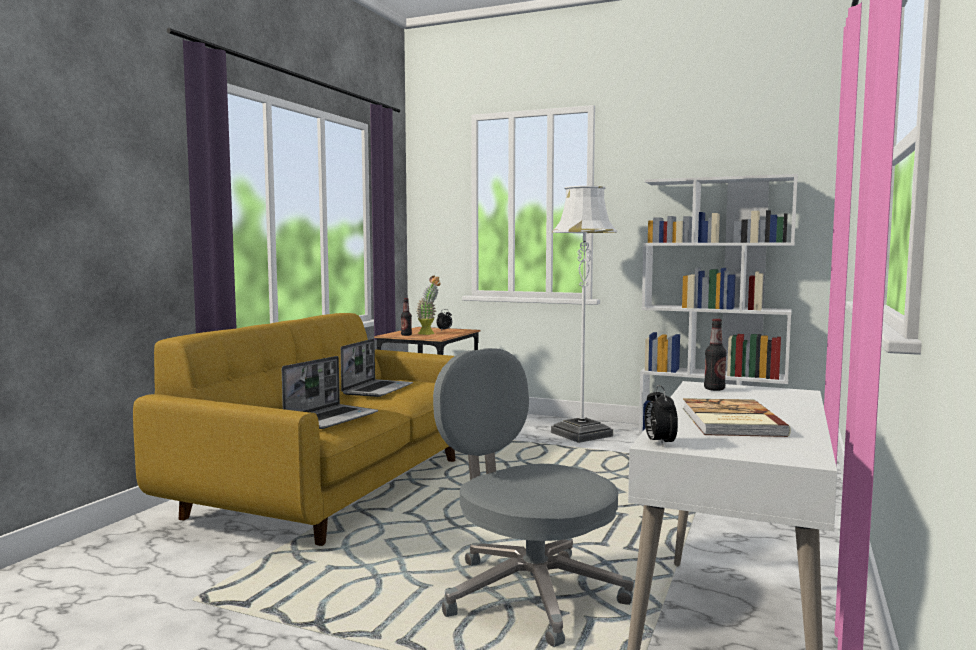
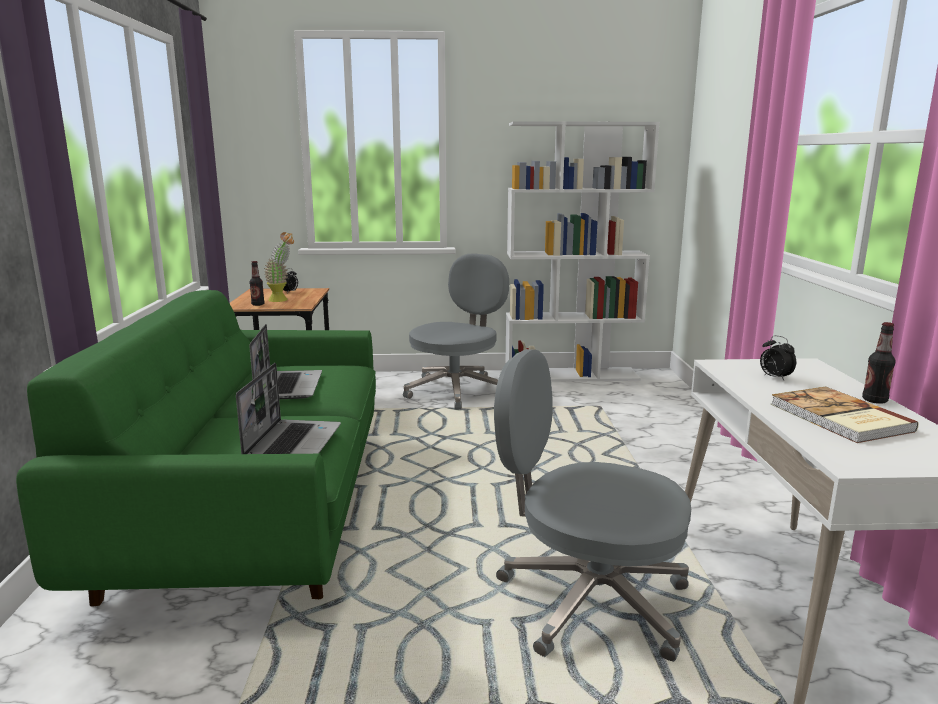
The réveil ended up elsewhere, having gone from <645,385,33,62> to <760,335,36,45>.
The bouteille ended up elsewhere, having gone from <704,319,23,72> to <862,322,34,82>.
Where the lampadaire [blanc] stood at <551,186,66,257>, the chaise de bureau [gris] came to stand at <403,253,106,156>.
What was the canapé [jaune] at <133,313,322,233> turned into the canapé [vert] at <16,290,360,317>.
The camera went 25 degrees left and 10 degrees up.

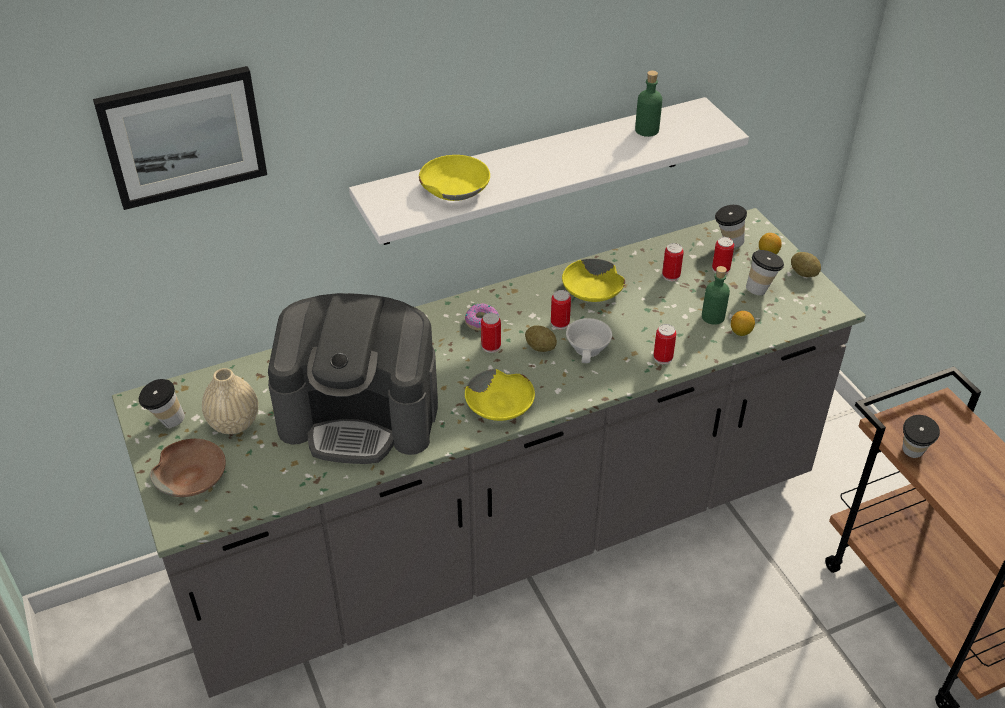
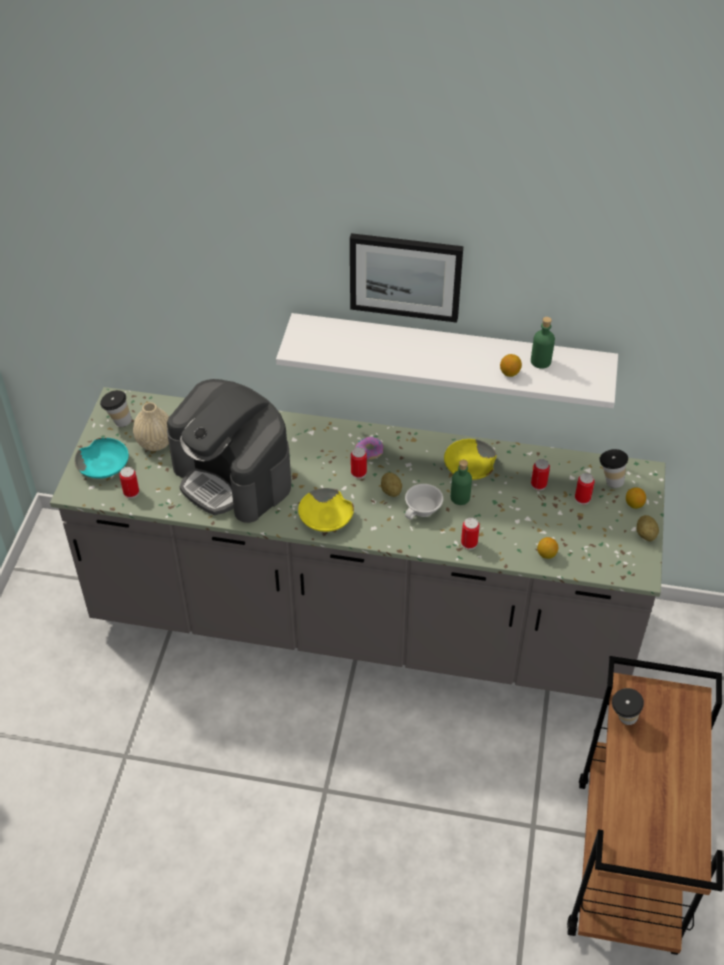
The second view lost the bol [jaune] at <419,155,71,46>.
The second view lost the tasse at <746,250,38,45>.
The second view gained the citron at <500,354,22,23>.
The tableau ended up elsewhere, having gone from <93,66,174,144> to <350,233,113,90>.
The boîte métallique ended up elsewhere, having gone from <551,290,20,40> to <119,467,20,31>.
The bouteille [vert] ended up elsewhere, having gone from <702,266,28,59> to <451,460,21,45>.
What was the bol [marron] at <150,439,76,58> turned into the bol [turquoise] at <74,438,55,41>.
The camera went 35 degrees right and 5 degrees up.

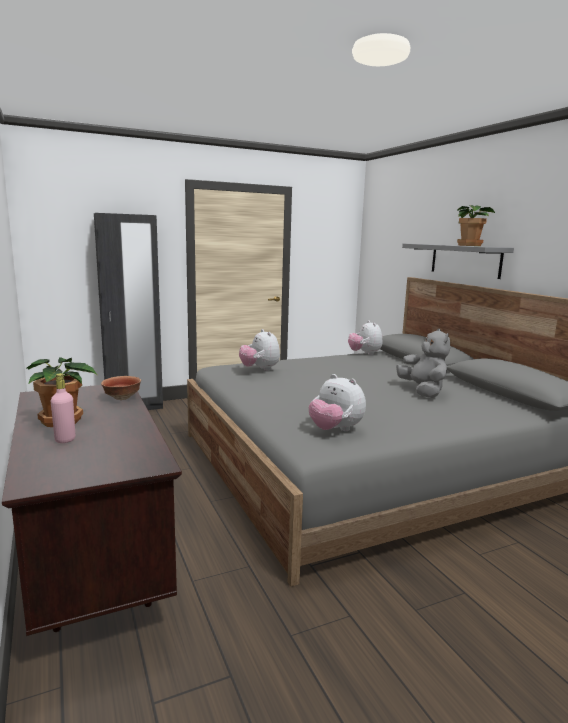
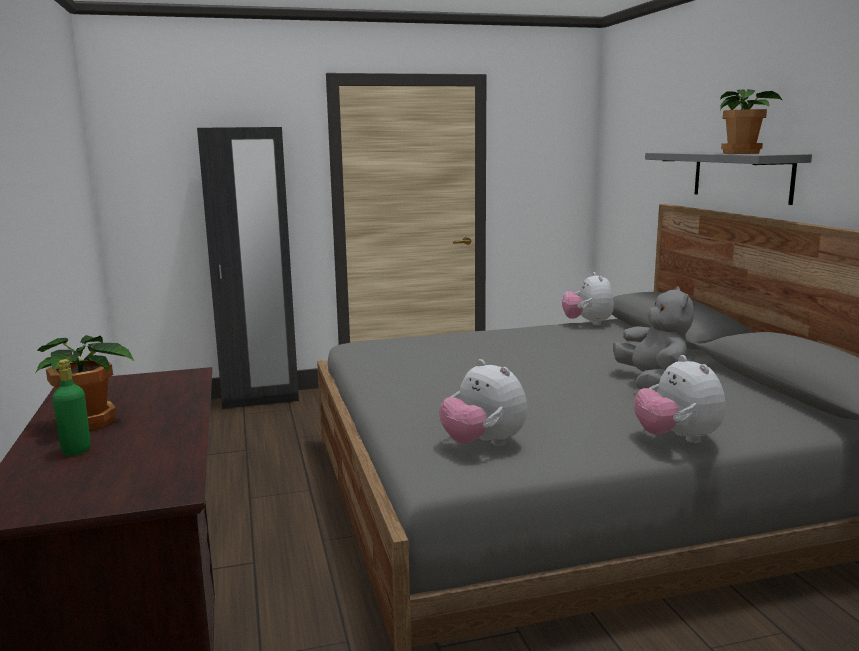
The second view lost the bol at <101,376,40,24>.
The peluche ended up elsewhere, having gone from <239,329,41,42> to <634,355,91,88>.
What was the bouteille [rose] at <51,373,24,70> turned into the bouteille [vert] at <52,359,39,97>.
The camera went 10 degrees right and 0 degrees up.

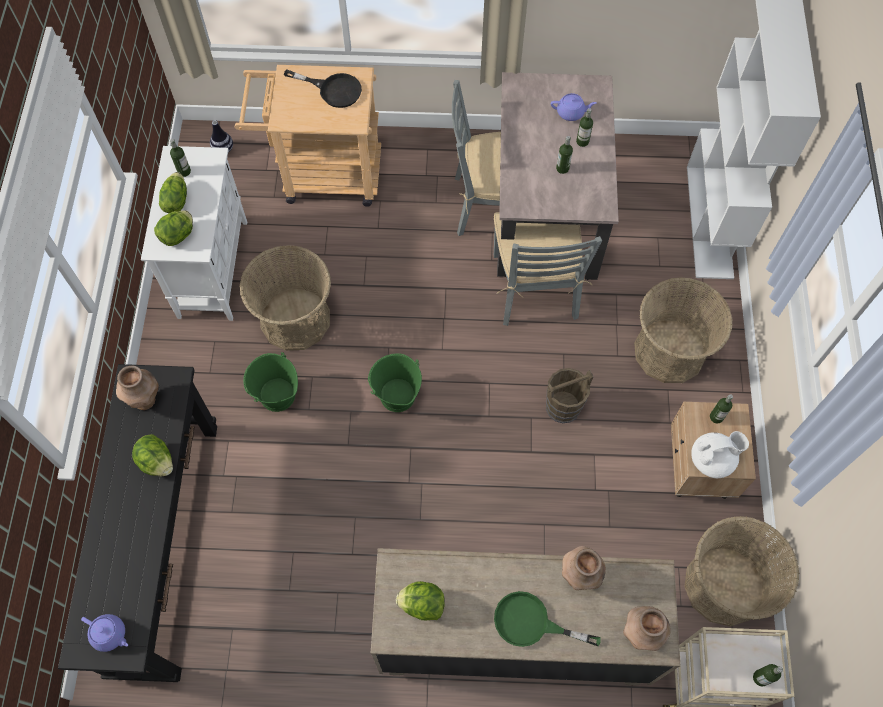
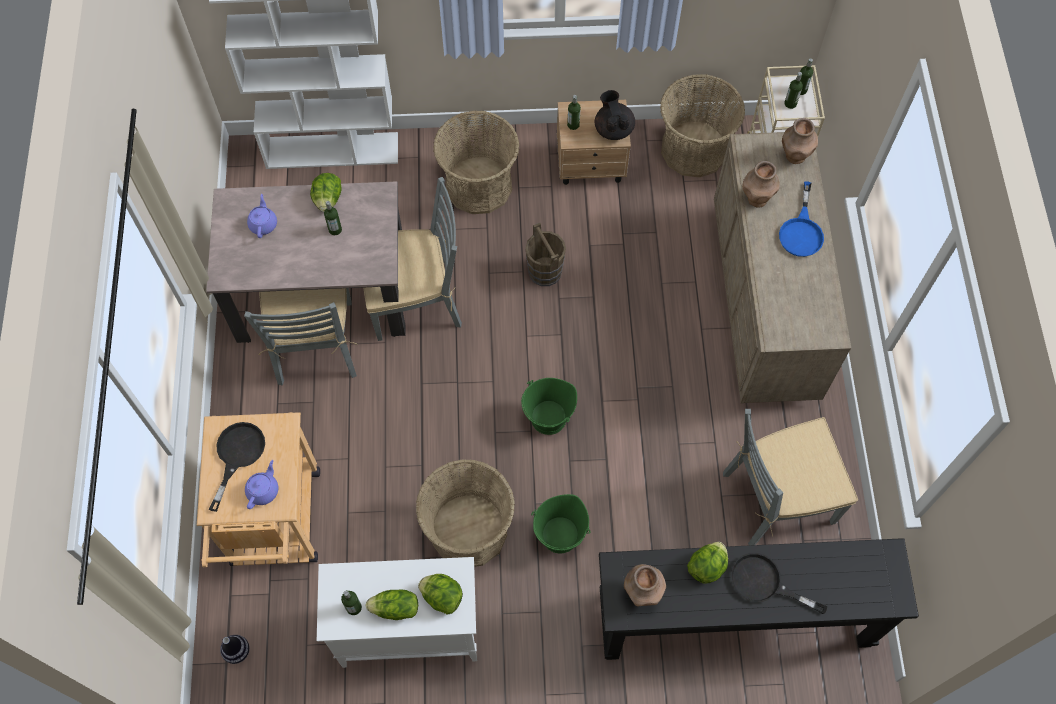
The second view gained the chaise [gris] at <723,409,135,136>.
The second view gained the poêle [noir] at <730,553,97,61>.
The théière [violet] ended up elsewhere, having gone from <81,614,47,38> to <245,460,34,49>.
The laitue ended up elsewhere, having gone from <396,581,49,39> to <310,173,31,39>.
The bouteille ended up elsewhere, having gone from <576,108,17,39> to <784,72,19,37>.
What was the poêle [vert] at <494,591,107,56> turned into the poêle [bleu] at <779,181,45,76>.
What was the théière [blanc] at <691,431,58,47> turned into the théière [noir] at <595,90,40,50>.
The camera went 95 degrees left and 0 degrees up.

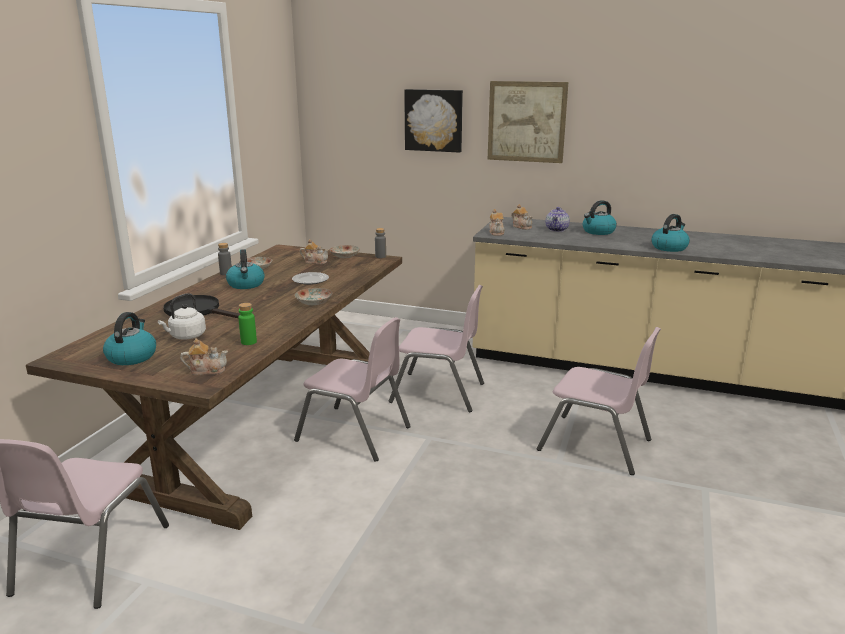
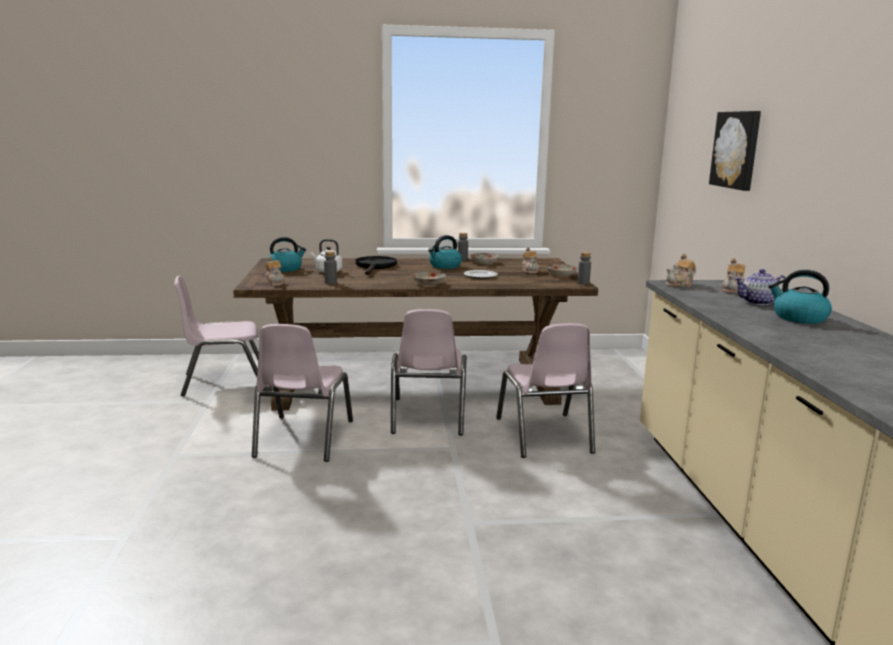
The second view lost the tableau at <488,81,80,82>.
The second view lost the bouilloire at <652,214,38,38>.
The chaise [rose] ended up elsewhere, having gone from <537,327,124,148> to <252,324,101,138>.
What was the bouteille [vert] at <238,303,19,42> turned into the bouteille [gris] at <324,251,13,33>.
The camera went 65 degrees right and 5 degrees down.

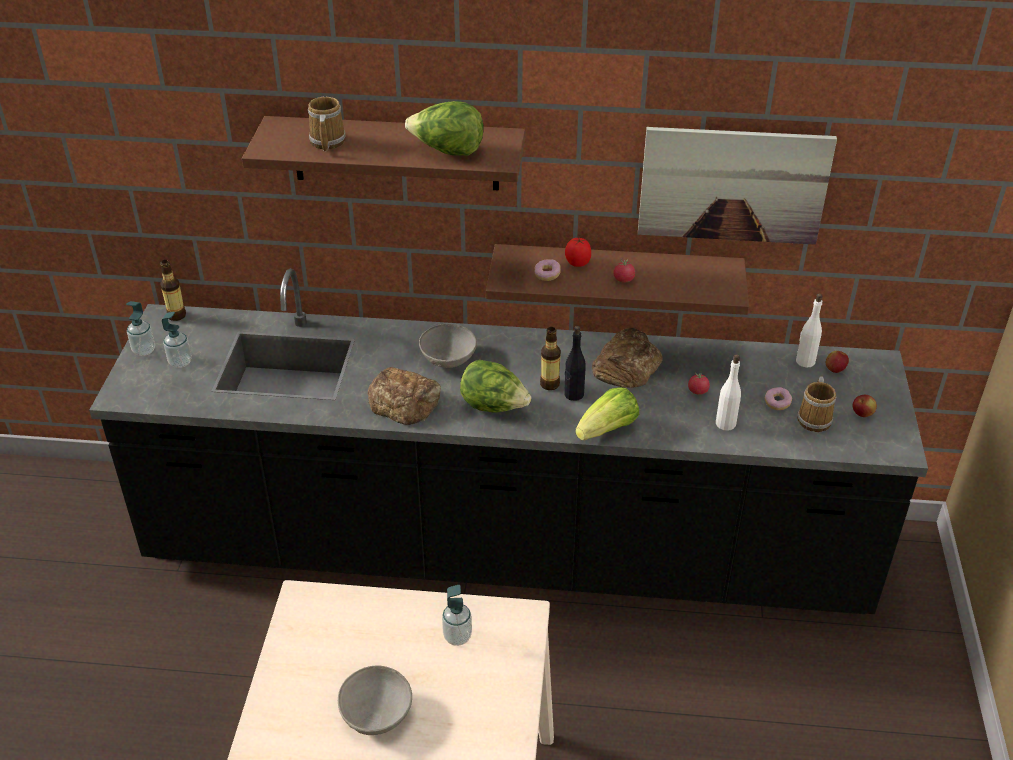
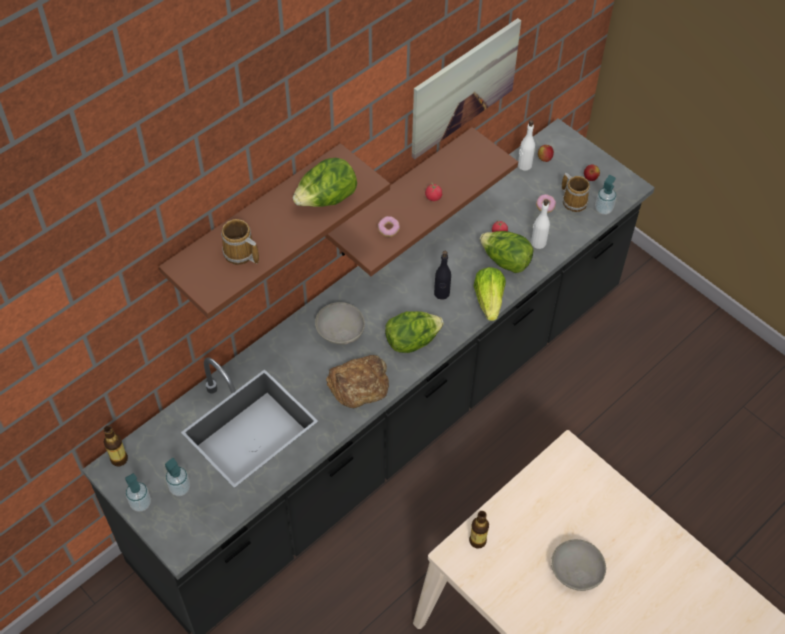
The second view lost the tomate at <565,238,26,29>.
The second view lost the pain at <592,328,71,60>.
The second view gained the laitue at <480,231,53,42>.
The distributeur de savon ended up elsewhere, having gone from <442,585,30,61> to <595,175,21,40>.
The bouteille ended up elsewhere, having gone from <540,327,21,63> to <469,511,20,38>.
The camera went 50 degrees left and 15 degrees up.

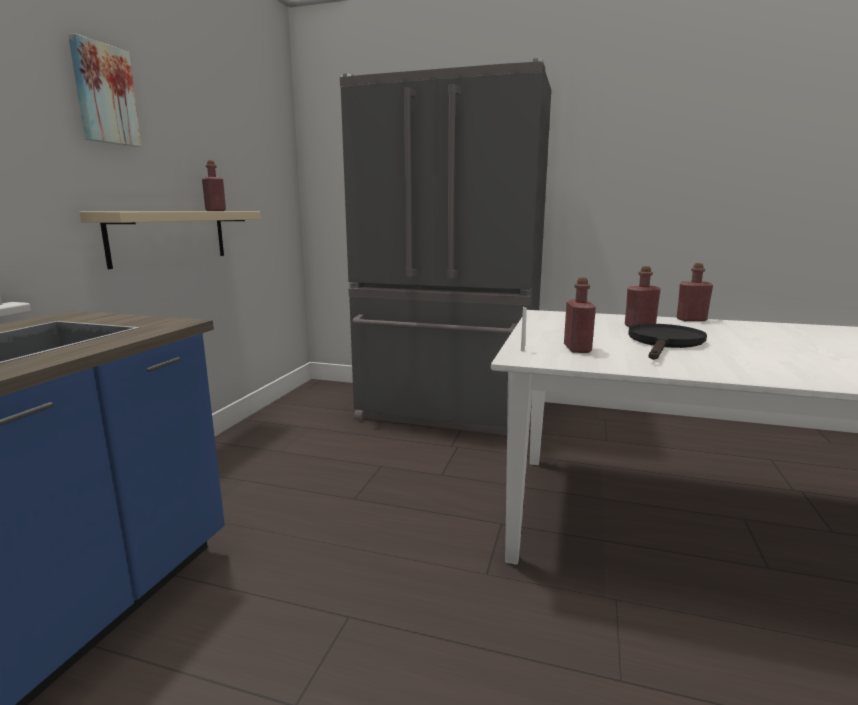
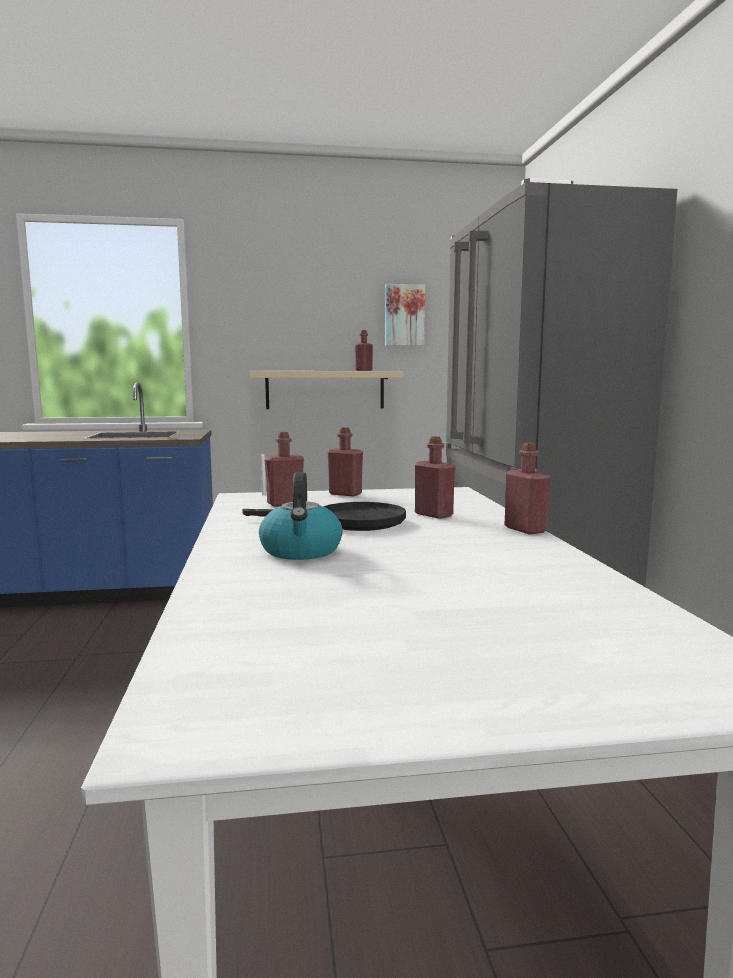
The second view gained the bouilloire at <259,472,84,88>.
The second view gained the bouteille [rouge] at <328,427,35,69>.
The tableau ended up elsewhere, having gone from <68,33,74,114> to <385,284,40,62>.
The camera went 65 degrees right and 5 degrees down.

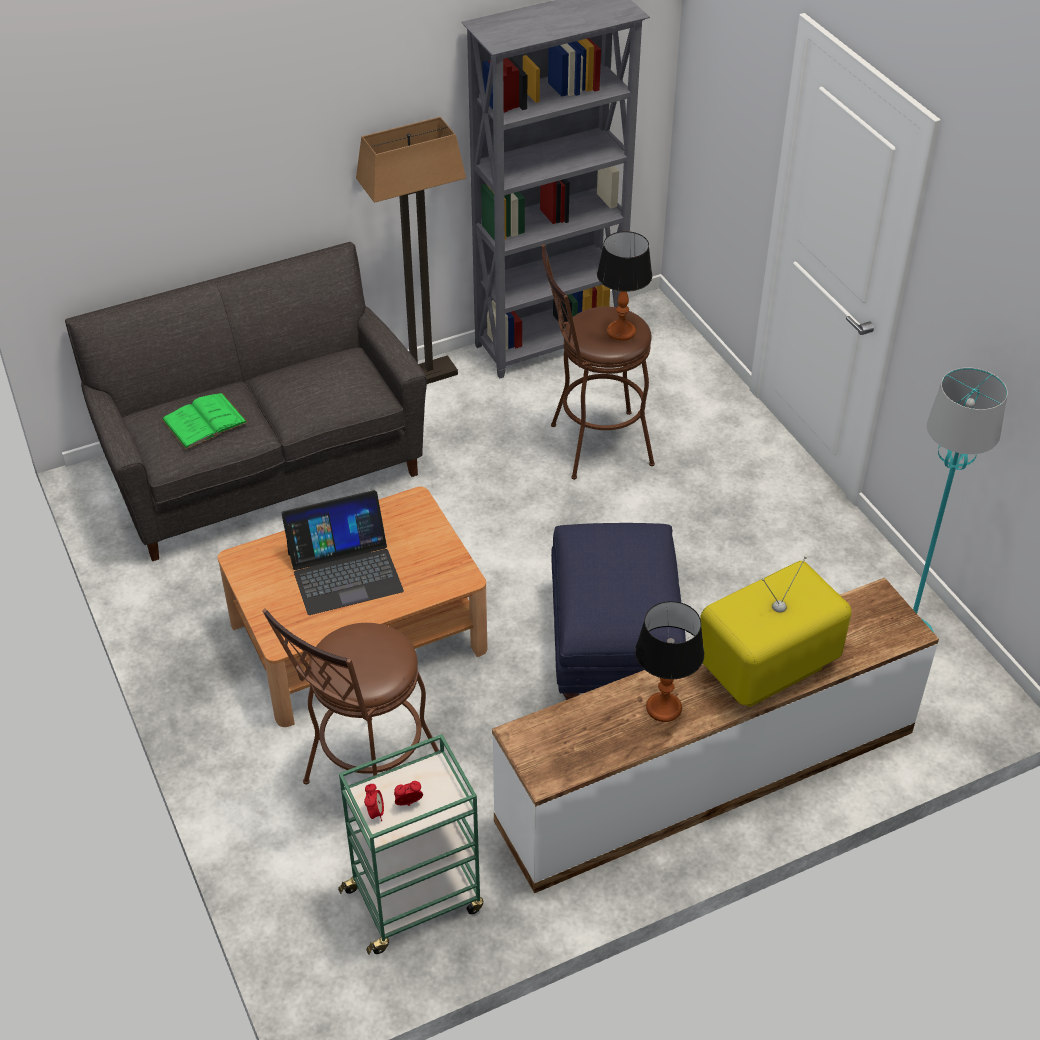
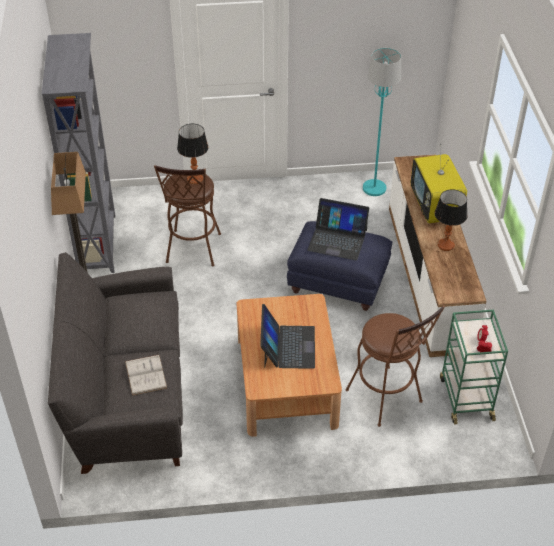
The second view gained the ordinateur portable at <307,198,62,62>.
What was the livre [vert] at <161,393,87,57> turned into the livre [blanc] at <125,355,42,41>.
The camera went 70 degrees left and 0 degrees up.

